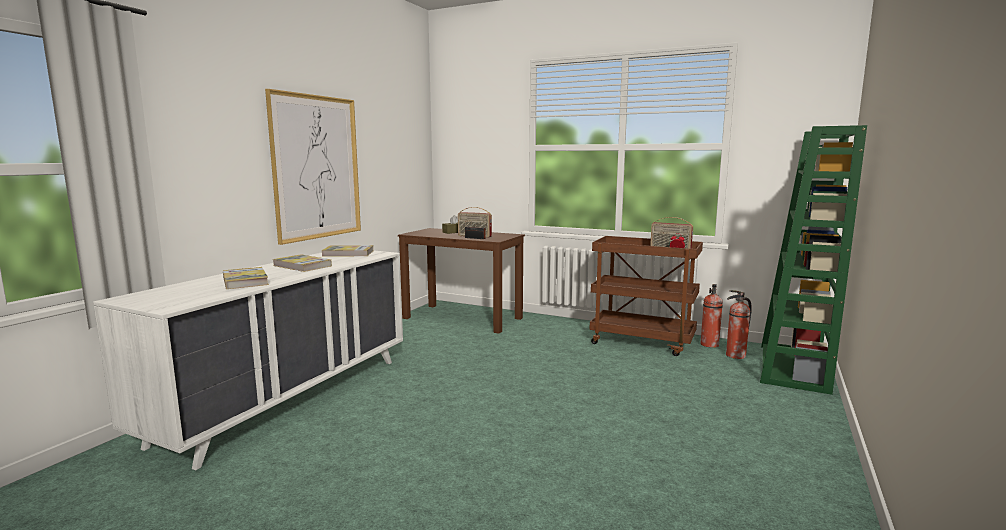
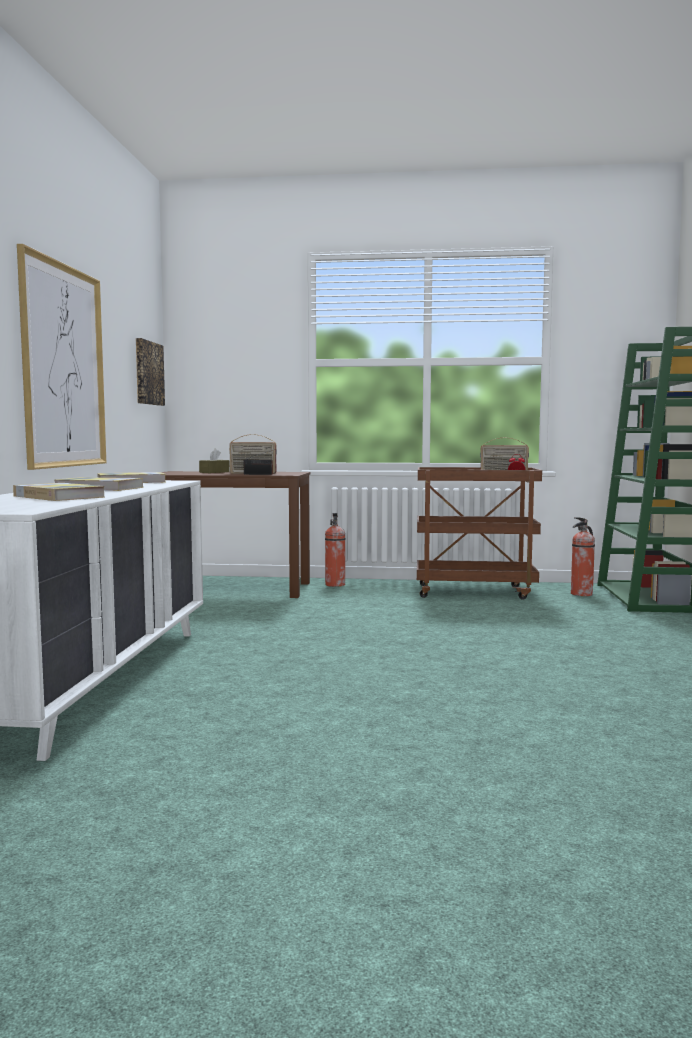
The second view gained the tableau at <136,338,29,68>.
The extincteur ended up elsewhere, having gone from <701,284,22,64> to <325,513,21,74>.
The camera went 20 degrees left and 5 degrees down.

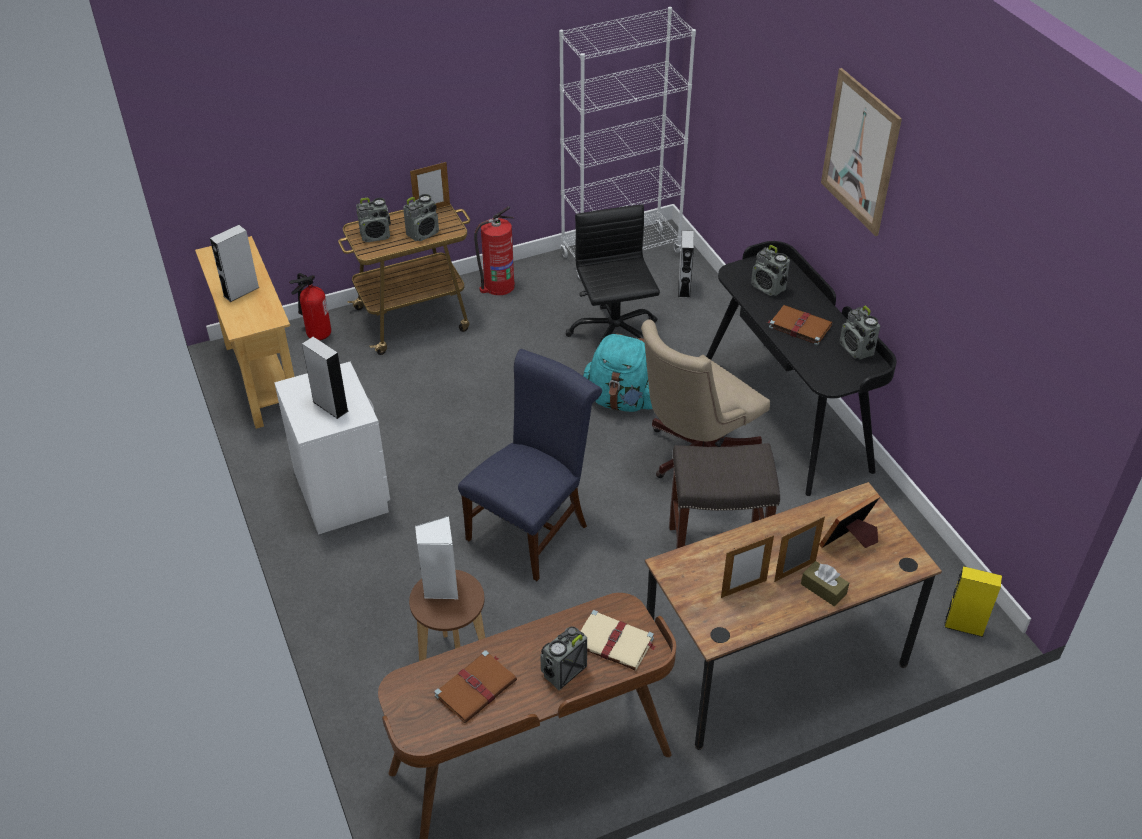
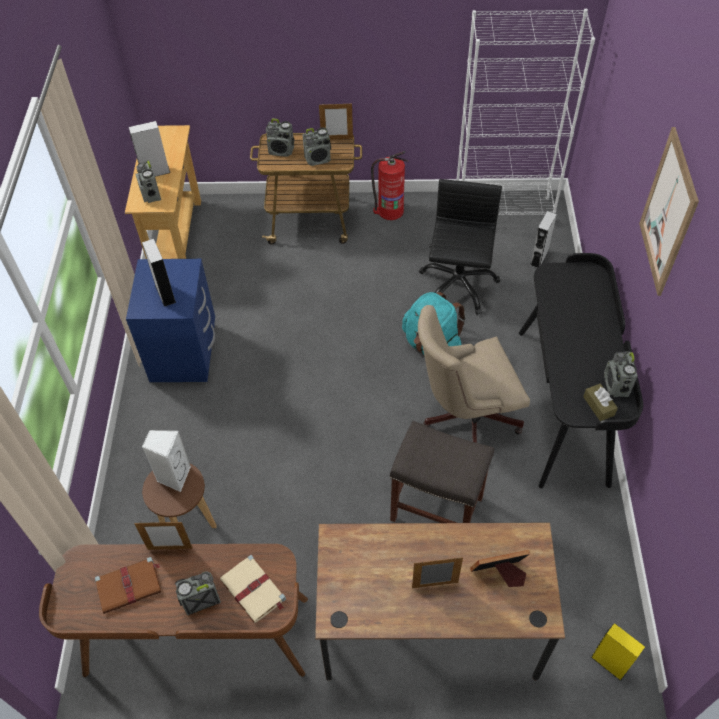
The second view lost the extincteur at <289,273,42,67>.
The second view lost the chaise [bleu] at <458,349,144,232>.
The second view lost the livre [marron] at <767,305,66,40>.
The cadre photo ended up elsewhere, having gone from <721,535,53,63> to <134,522,59,28>.
The radio ended up elsewhere, having gone from <751,245,39,51> to <135,161,26,42>.
The boîte à mouchoirs [marron] ended up elsewhere, having gone from <801,561,48,45> to <583,384,35,37>.
What was the table de chevet [blanc] at <274,362,116,173> turned into the table de chevet [bleu] at <126,259,89,123>.
The camera went 25 degrees right and 10 degrees up.

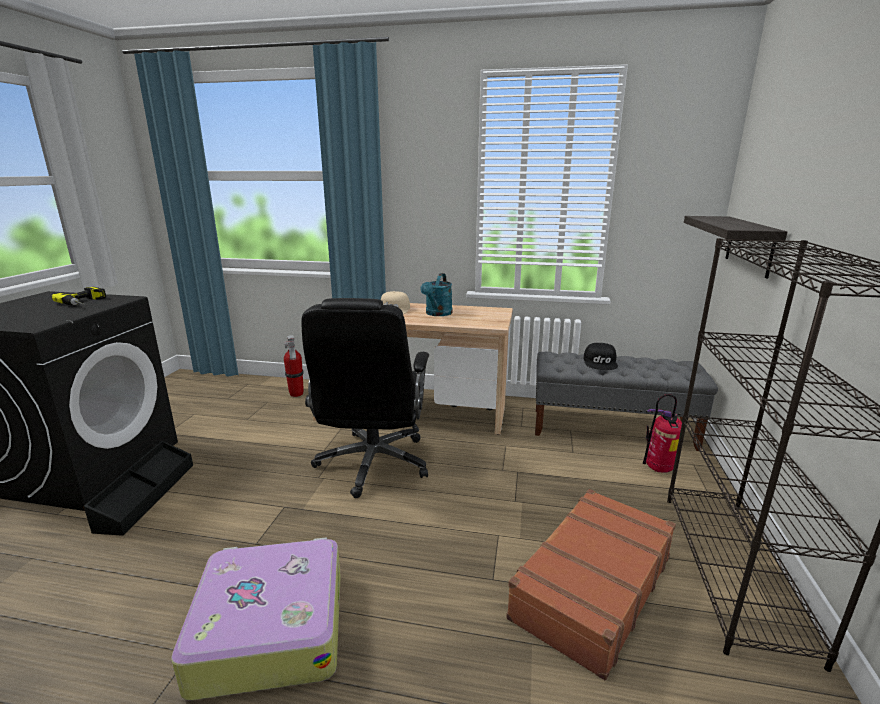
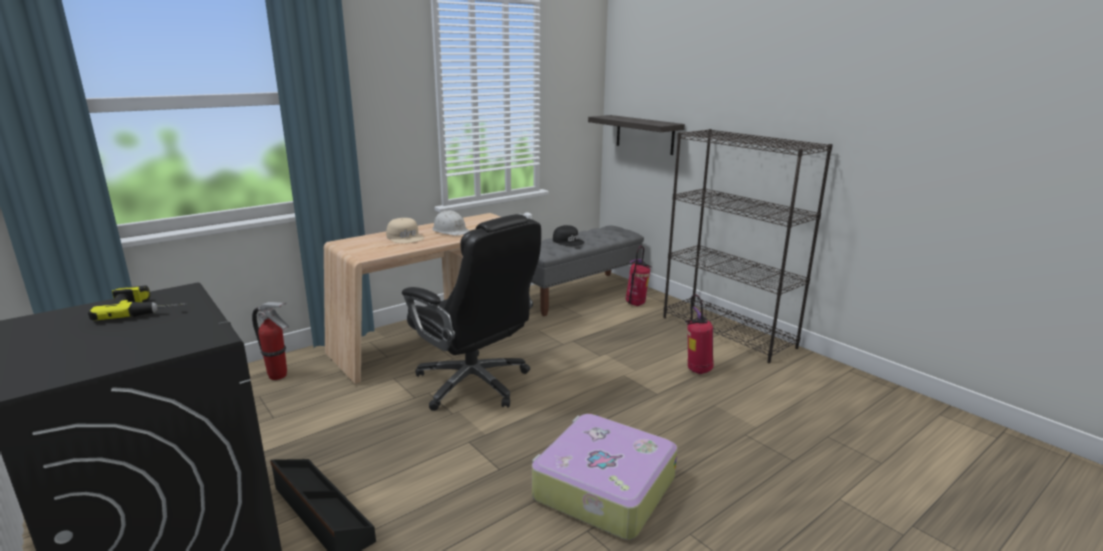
Where the arrosoir [turquoise] stood at <420,273,33,43>, the casque de chantier [blanc] came to stand at <432,210,37,26>.
Where the valise [marron] stood at <506,489,170,191>, the extincteur came to stand at <685,294,29,80>.
The camera went 50 degrees left and 0 degrees up.

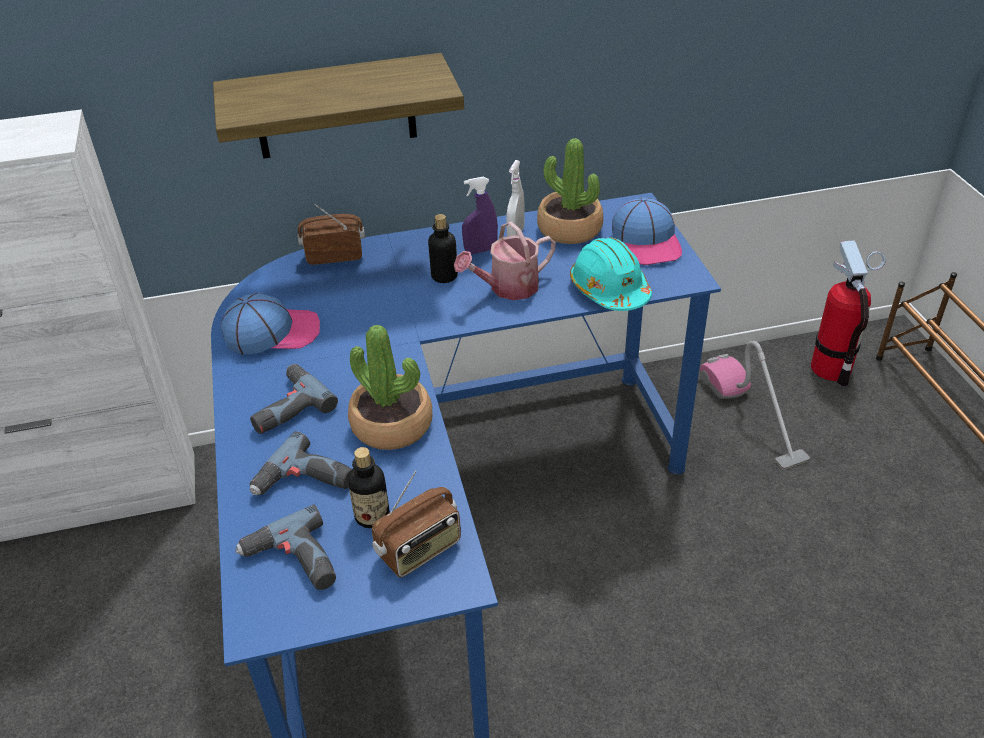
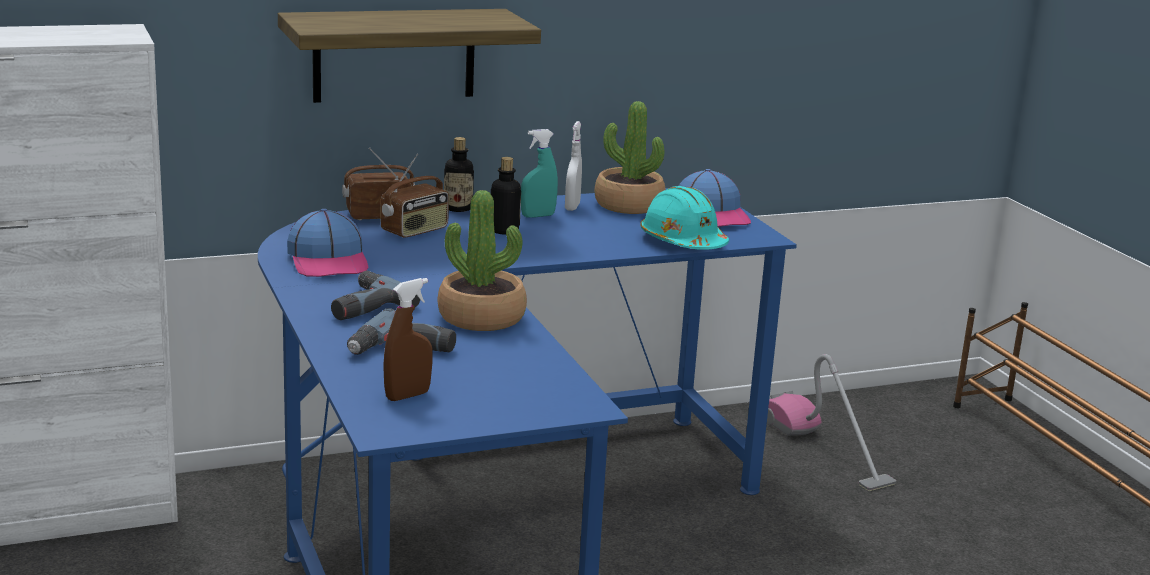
The second view lost the arrosoir at <454,221,102,79>.
The second view lost the extincteur at <811,240,75,146>.
The bouteille ended up elsewhere, having gone from <348,447,42,81> to <444,137,30,75>.
The radio ended up elsewhere, having gone from <372,471,89,106> to <381,154,68,84>.
Where the perceuse stood at <235,505,101,85>, the vaporisateur [marron] came to stand at <383,278,50,123>.
What was the vaporisateur [violet] at <462,177,36,77> turned into the vaporisateur [turquoise] at <521,129,37,89>.
The casquette at <221,293,99,62> ended up facing another way, 90 degrees clockwise from before.
The camera went 10 degrees left and 20 degrees down.

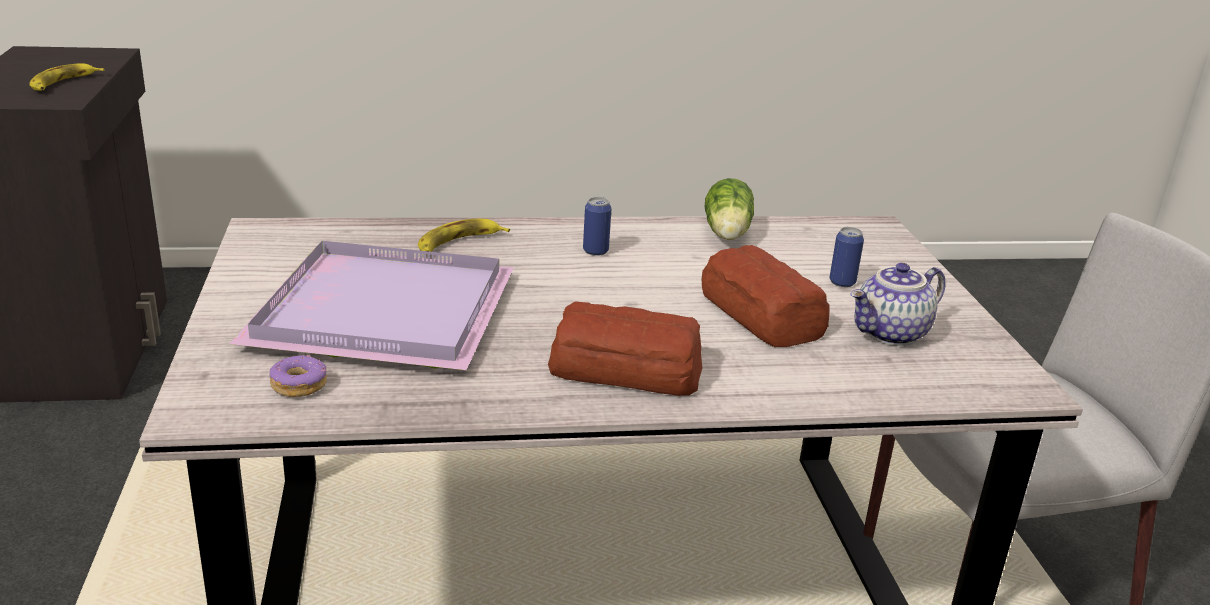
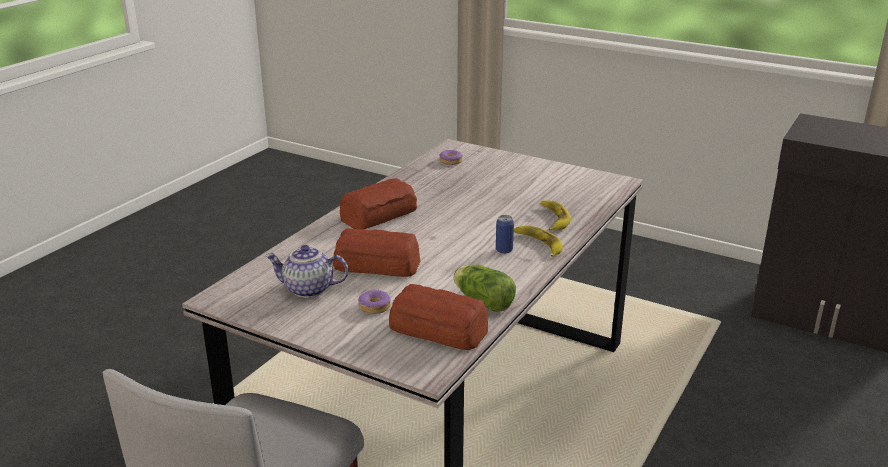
The second view lost the plateau [violet] at <230,241,284,129>.
The second view gained the pain at <389,284,99,66>.
The banane ended up elsewhere, having gone from <29,63,76,28> to <514,226,49,31>.
Where the boîte métallique stood at <830,227,34,60>, the beignet came to stand at <358,289,33,25>.
The théière at <850,263,96,83> ended up facing another way, 90 degrees counterclockwise from before.
The camera went 130 degrees right and 0 degrees up.

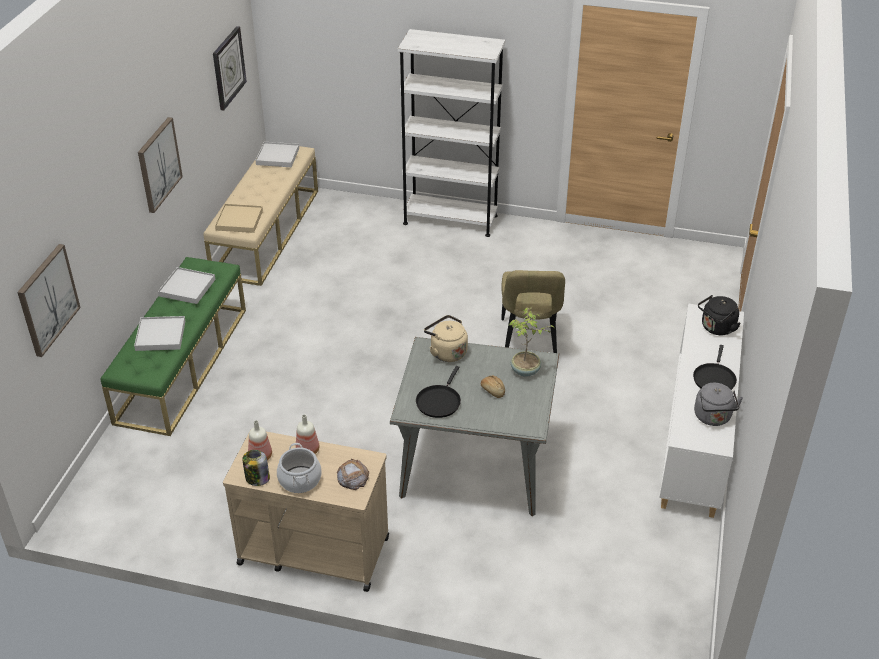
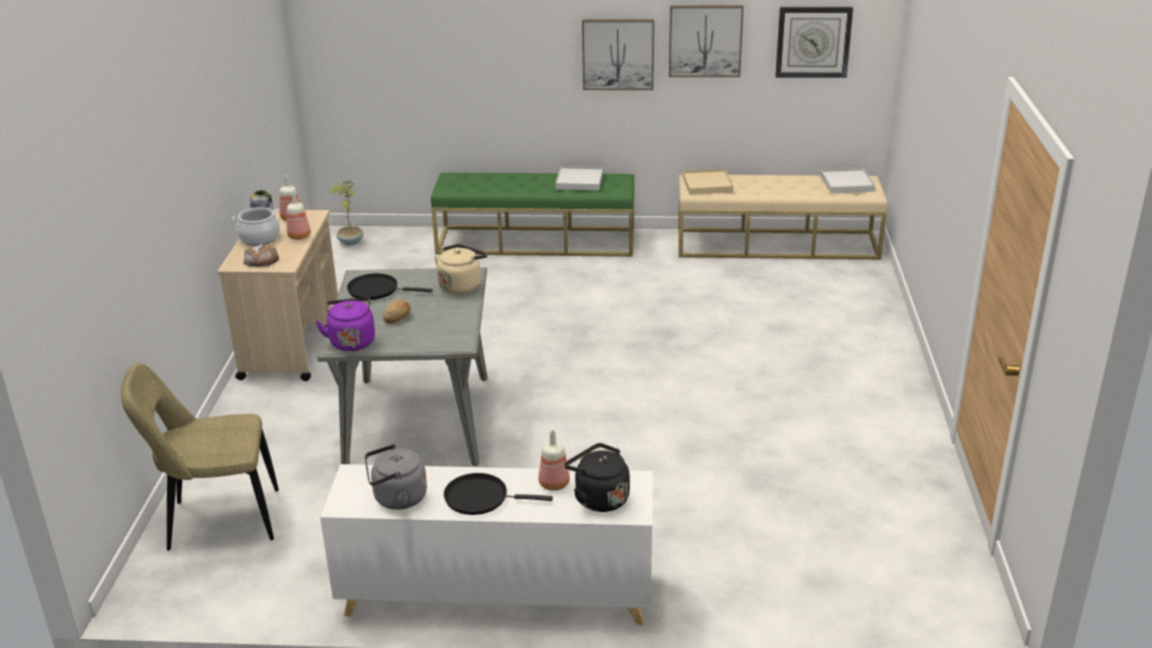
The second view lost the plateau [blanc] at <134,316,51,35>.
The second view lost the bibliothèque [blanc] at <398,29,107,208>.
The second view gained the bouilloire [violet] at <316,297,59,54>.
The second view gained the bouteille at <539,430,31,61>.
The tableau ended up elsewhere, having gone from <17,244,64,113> to <669,5,75,72>.
The chaise [beige] ended up elsewhere, having gone from <501,270,64,83> to <121,363,158,188>.
The plante en pot ended up elsewhere, having gone from <509,307,46,70> to <329,181,34,65>.
The camera went 80 degrees right and 10 degrees down.

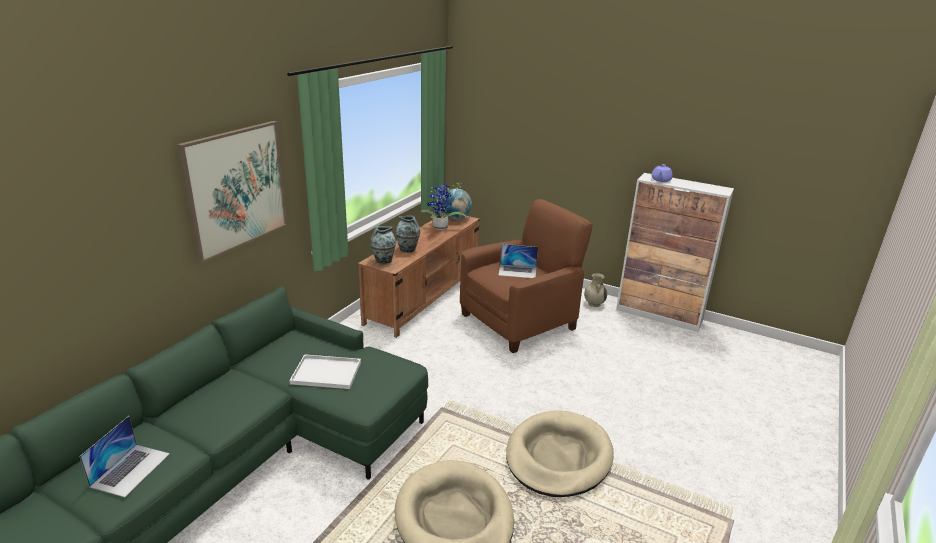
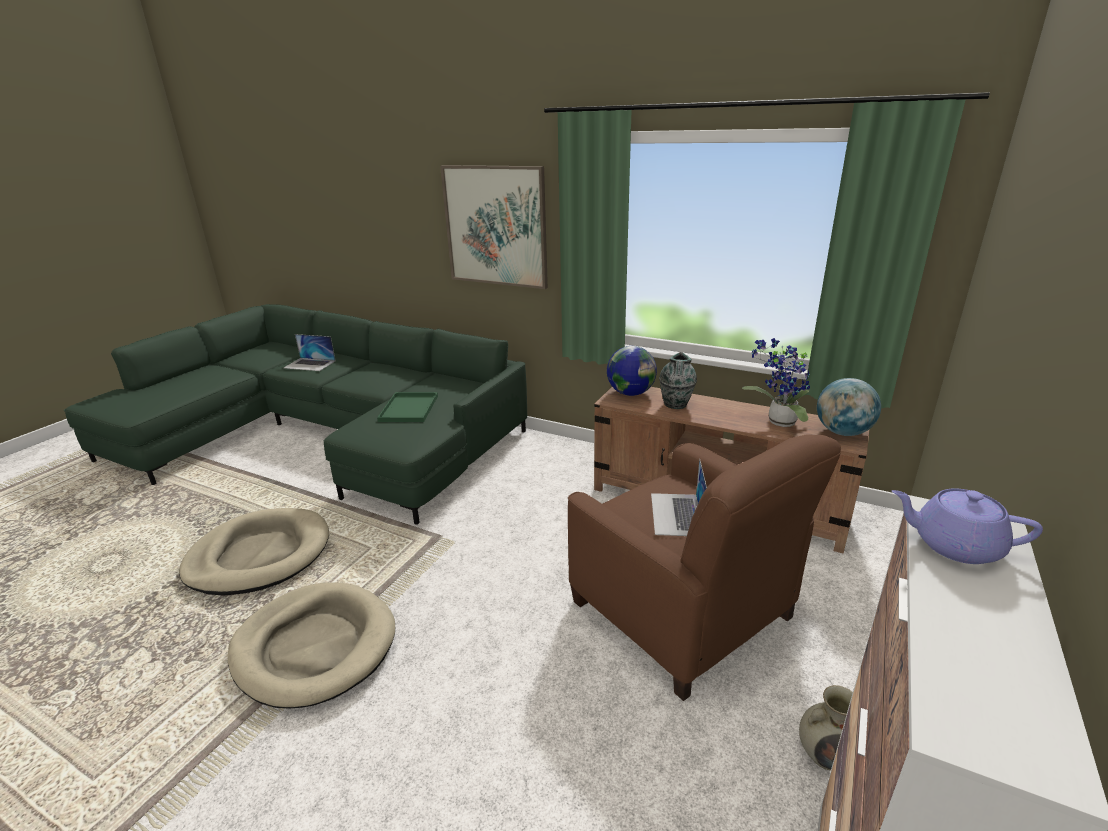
Where the vase stood at <370,226,26,38>, the globe came to stand at <607,346,50,50>.
What was the plateau [blanc] at <289,354,72,35> turned into the plateau [vert] at <377,392,61,30>.
The camera went 90 degrees right and 0 degrees up.

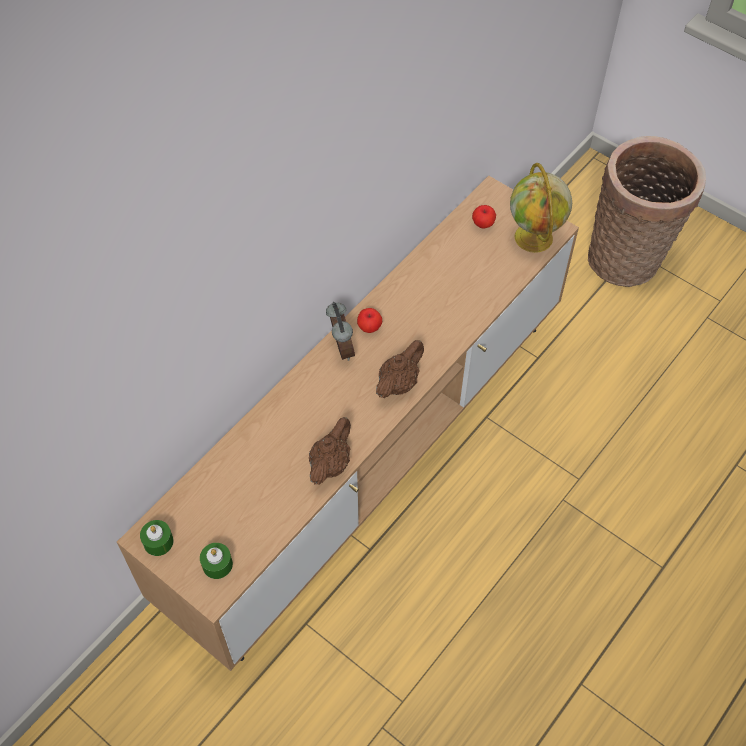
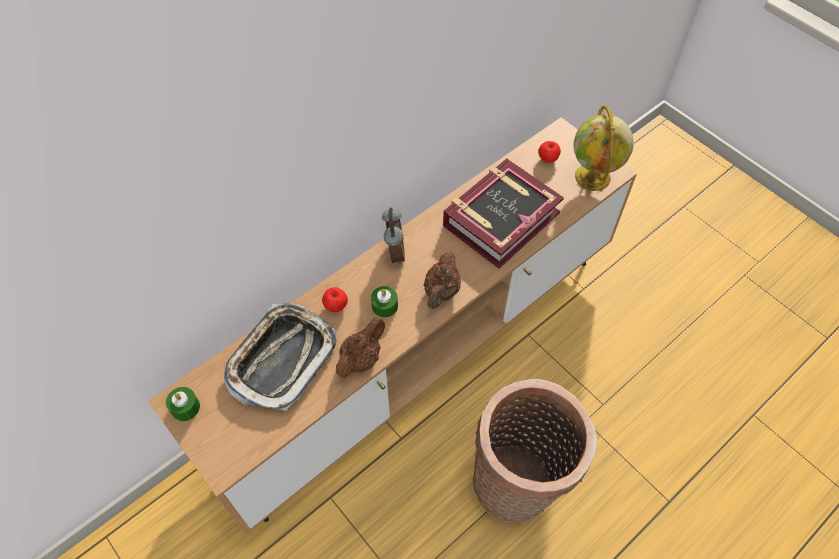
The second view gained the plateau at <224,304,112,107>.
The second view gained the livre at <443,158,121,111>.
The bougie [vert] ended up elsewhere, having gone from <200,543,33,36> to <371,286,27,32>.
The pomme ended up elsewhere, having gone from <357,308,25,25> to <322,287,26,25>.
The panier ended up elsewhere, having gone from <588,136,118,151> to <473,379,124,144>.
The théière [marron] at <376,340,48,58> ended up facing another way, 150 degrees clockwise from before.
The camera went 10 degrees right and 0 degrees up.

